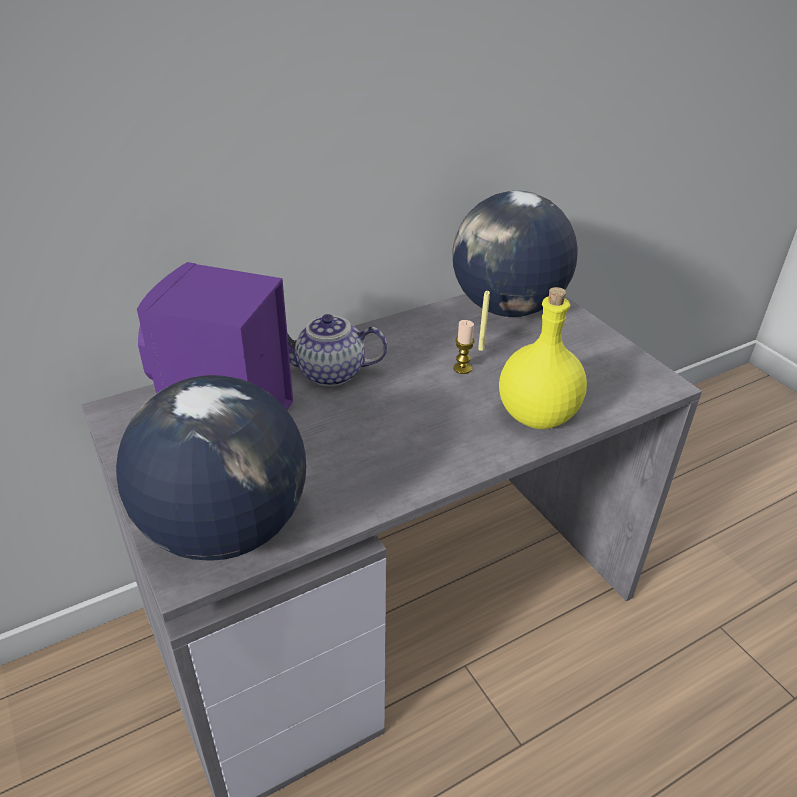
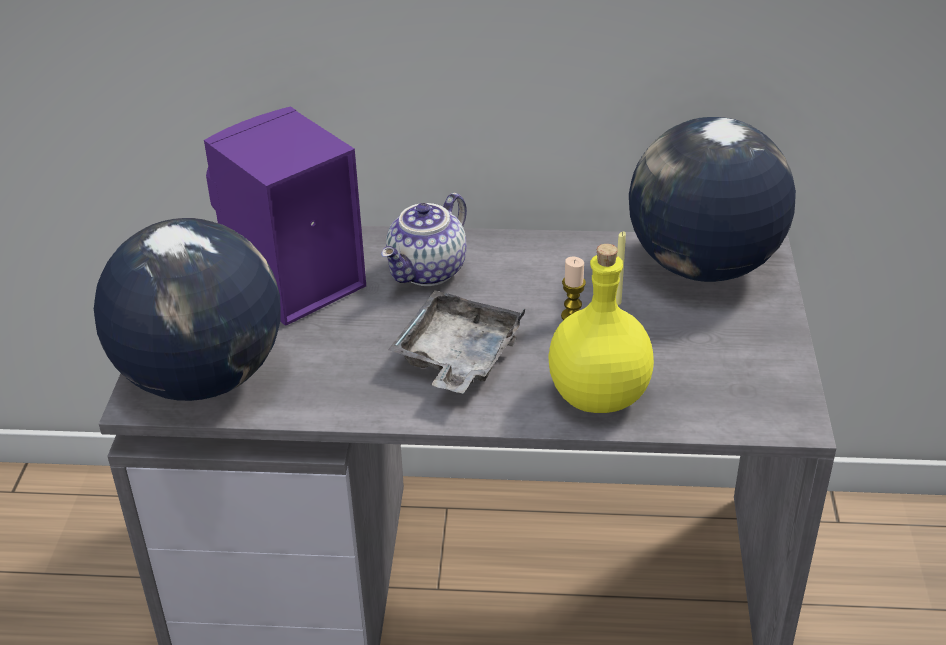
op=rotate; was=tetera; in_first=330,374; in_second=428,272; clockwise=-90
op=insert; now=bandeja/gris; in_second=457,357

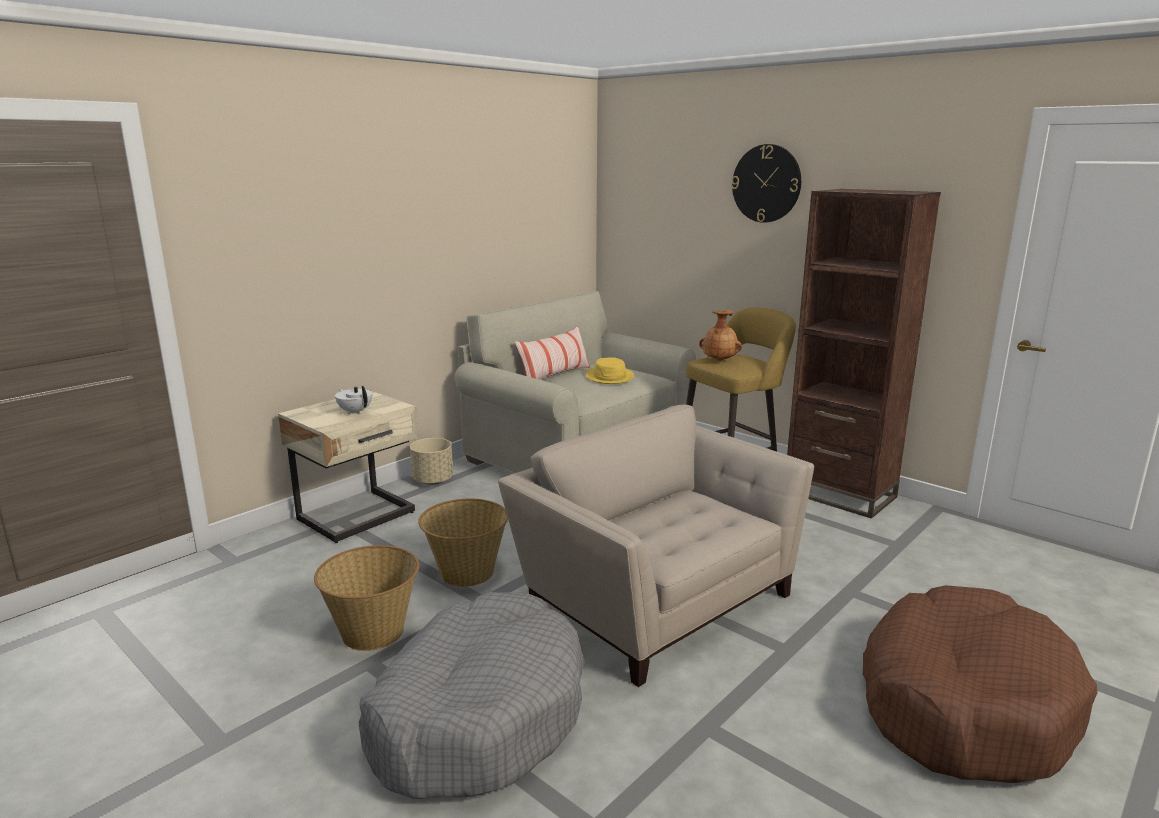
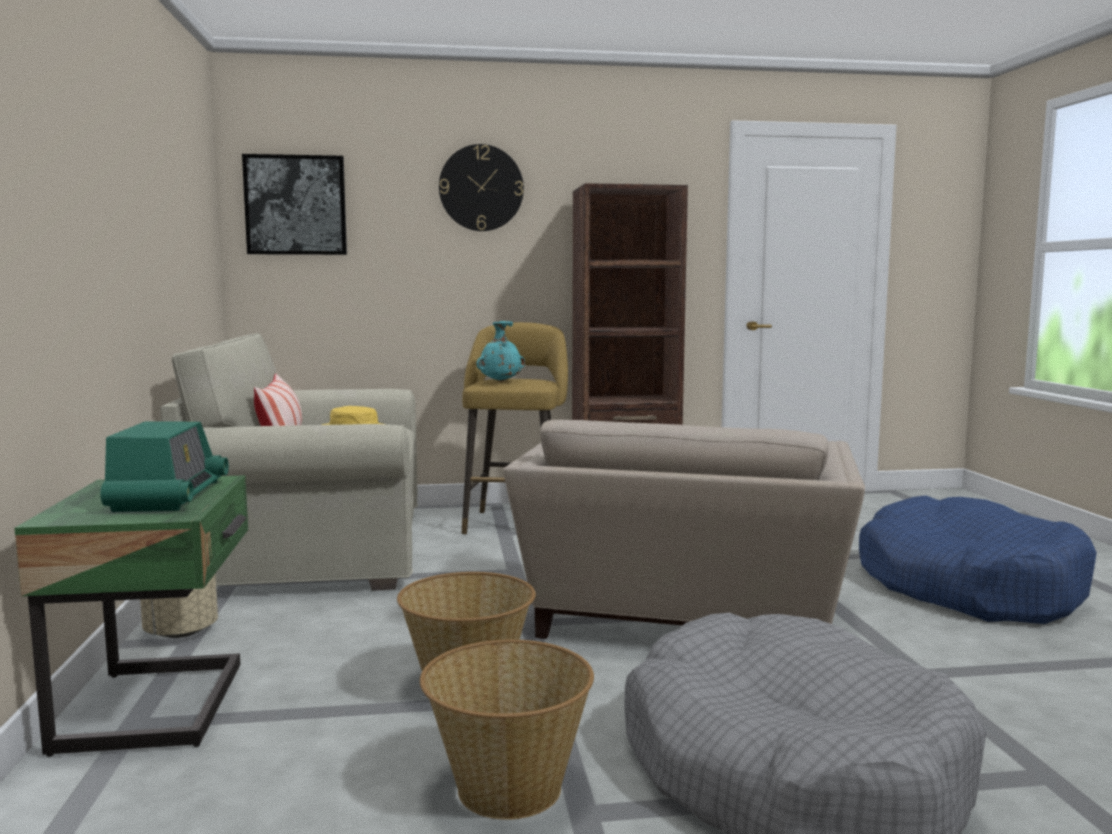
op=recolor; was=florero/marrón; now=florero/turquesa; in_first=719,360; in_second=500,381
op=replace; was=tetera/blanco; now=radio; in_first=355,411; in_second=168,496
op=recolor; was=mesita de noche/beis; now=mesita de noche/verde; in_first=359,517; in_second=159,707
op=rotate; was=sillón/beis; in_first=655,598; in_second=682,620; clockwise=-75
op=recolor; was=cama para perro/marrón; now=cama para perro/azul; in_first=963,704; in_second=968,587
op=insert; now=cuadro; in_second=296,205

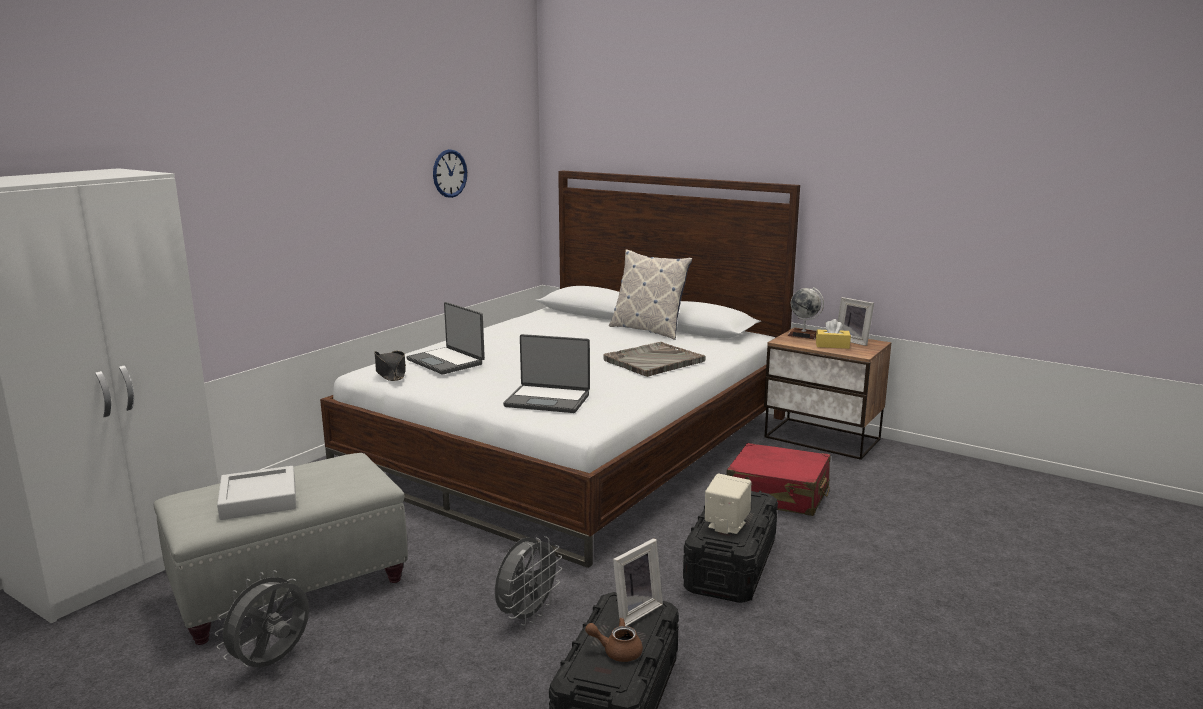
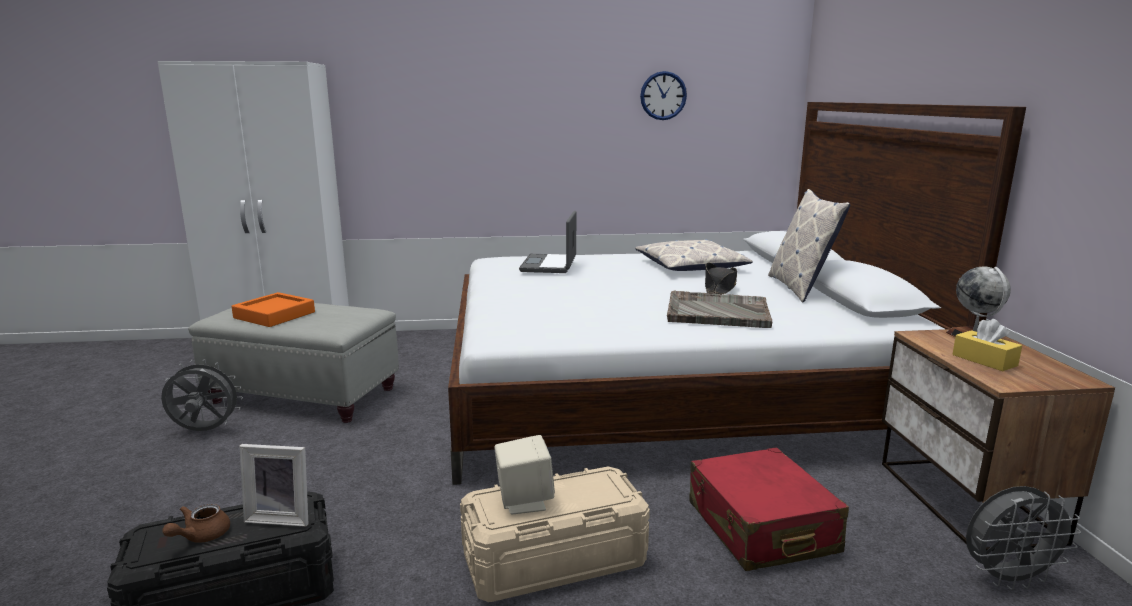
op=delete; was=portarretratos; in_first=853,341
op=delete; was=portátil; in_first=548,400
op=move; was=sombrero/negro; in_first=390,373; in_second=719,288
op=recolor; was=bandeja/gris; now=bandeja/naranja; in_first=259,499; in_second=274,315
op=recolor; was=caja de almacenaje/negro; now=caja de almacenaje/beis; in_first=731,565; in_second=555,560
op=move; was=ventilador/gris; in_first=527,615; in_second=1007,578
op=rotate; was=tetera/marrón; in_first=617,651; in_second=201,536; clockwise=-120
op=insert; now=cojín; in_second=691,266

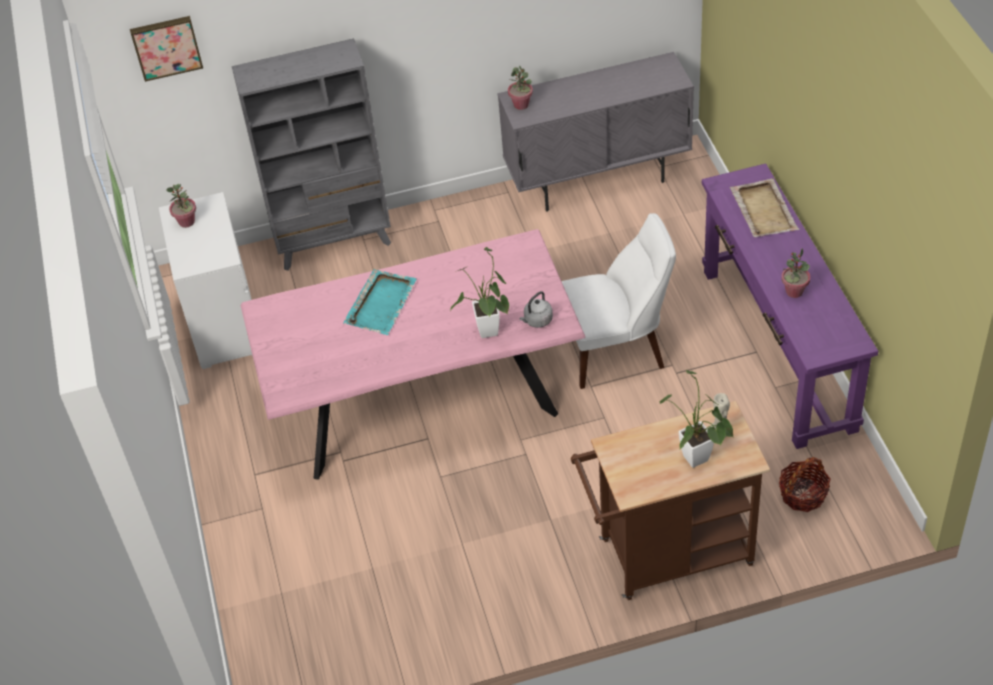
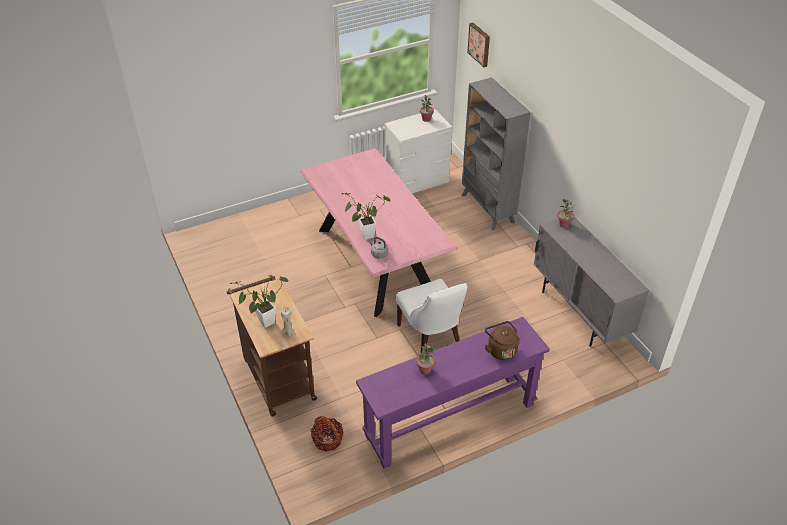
op=replace; was=bandeja/beis; now=hervidor/marrón; in_first=763,210; in_second=500,349
op=delete; was=bandeja/turquesa; in_first=381,303

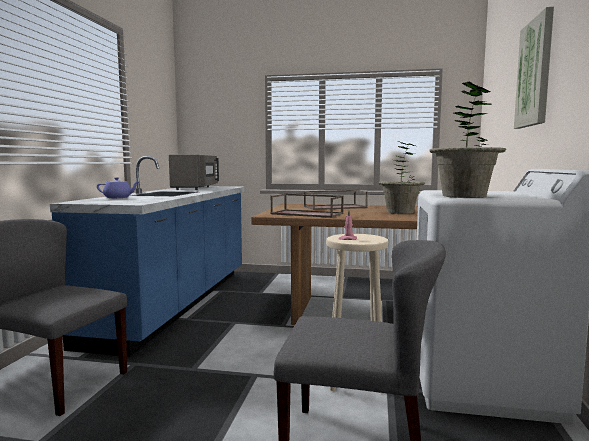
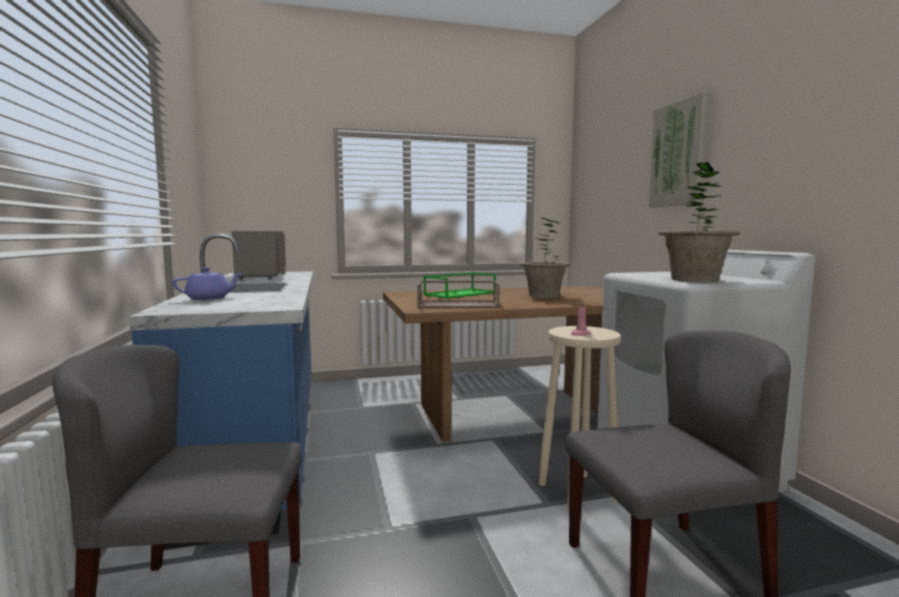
op=recolor; was=bandeja/marrón; now=bandeja/verde; in_first=335,207; in_second=460,293

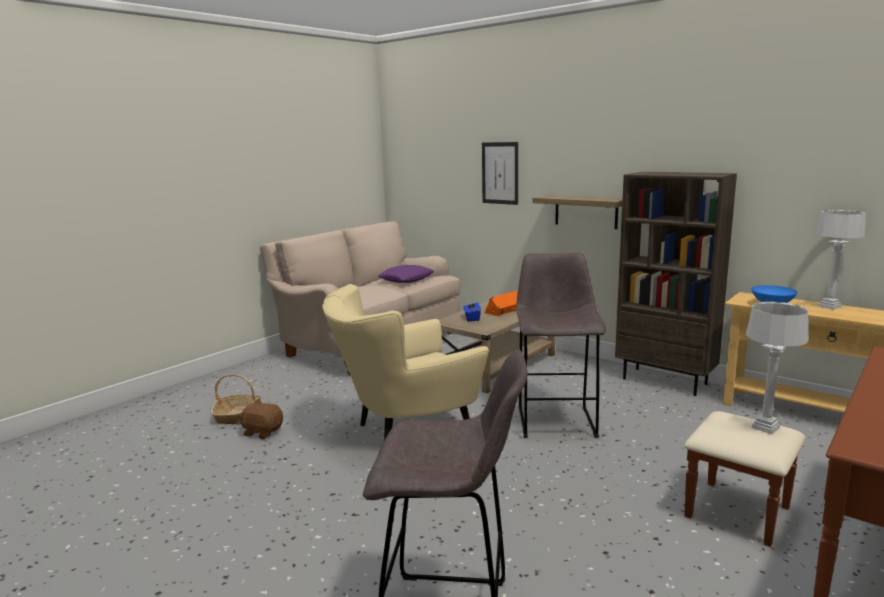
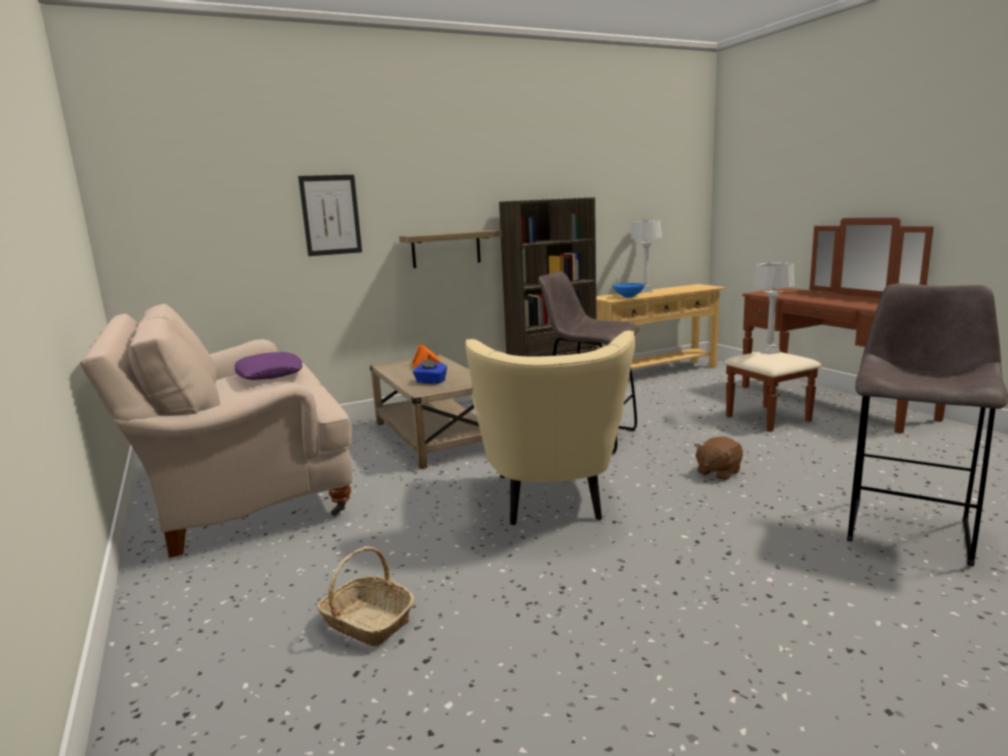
op=move; was=peluche/marrón; in_first=262,432; in_second=718,472

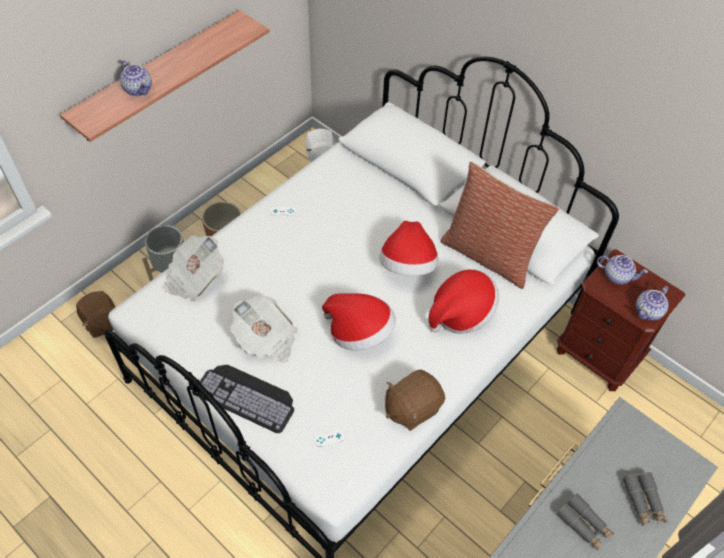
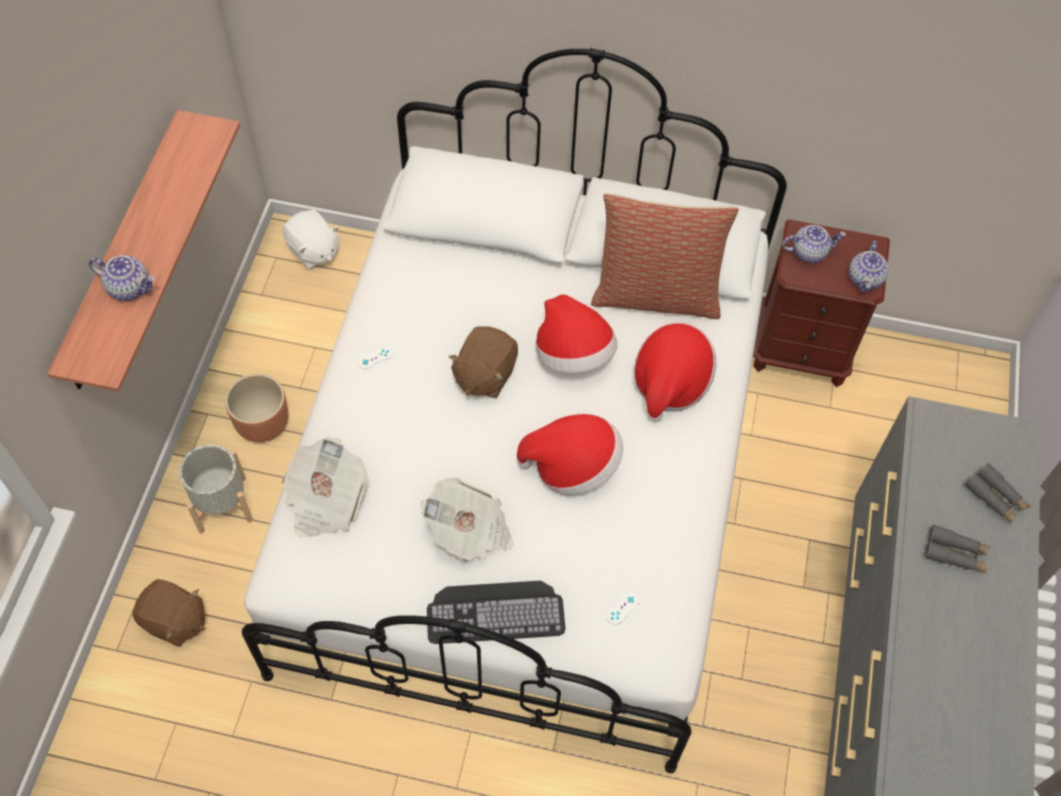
op=move; was=peluche/marrón; in_first=412,408; in_second=484,374

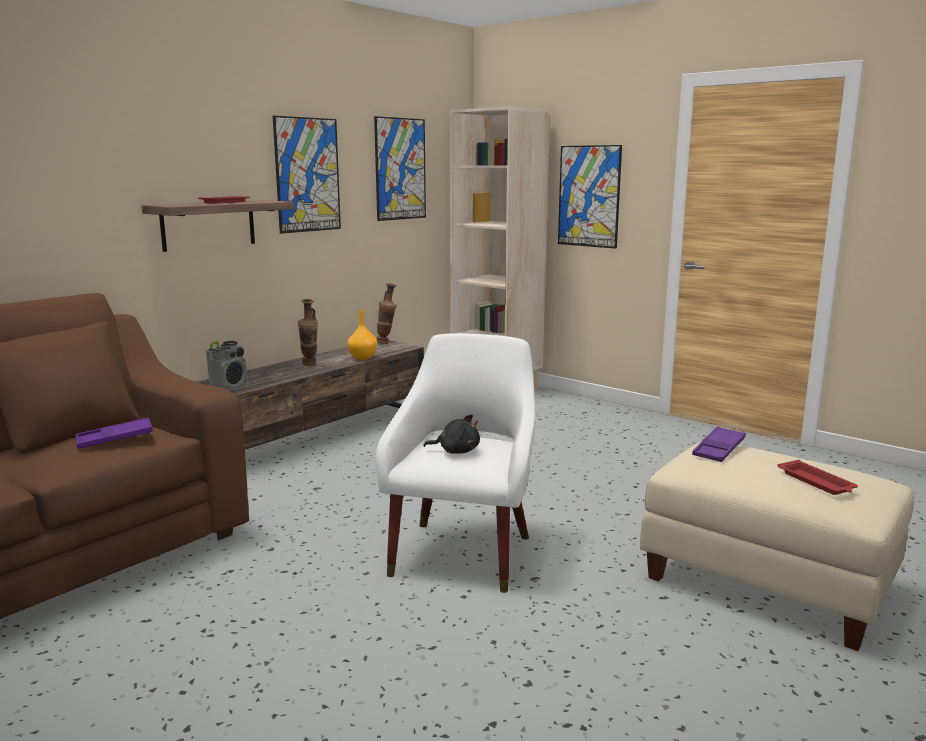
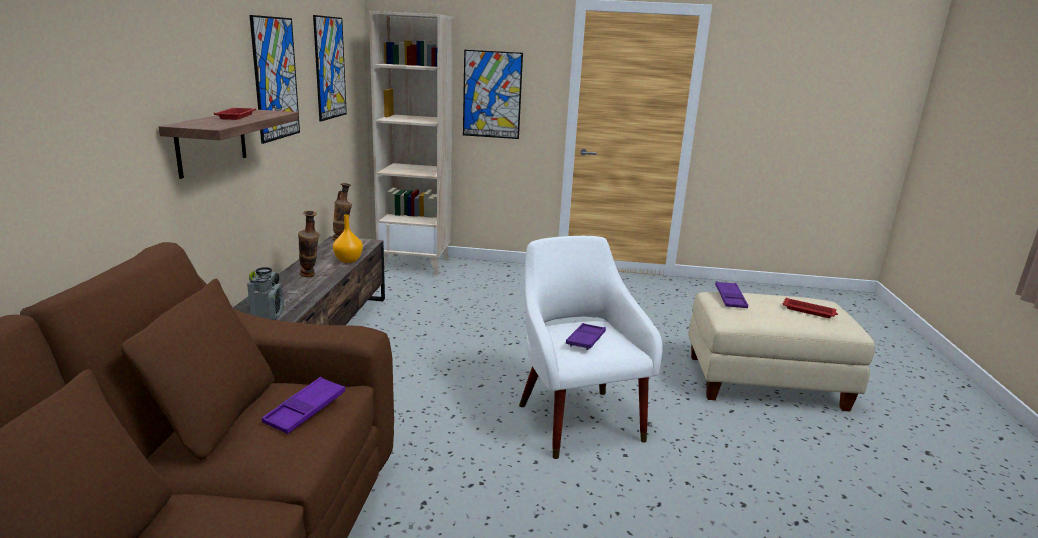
op=replace; was=peluche/negro; now=bandeja/morado; in_first=456,451; in_second=586,340

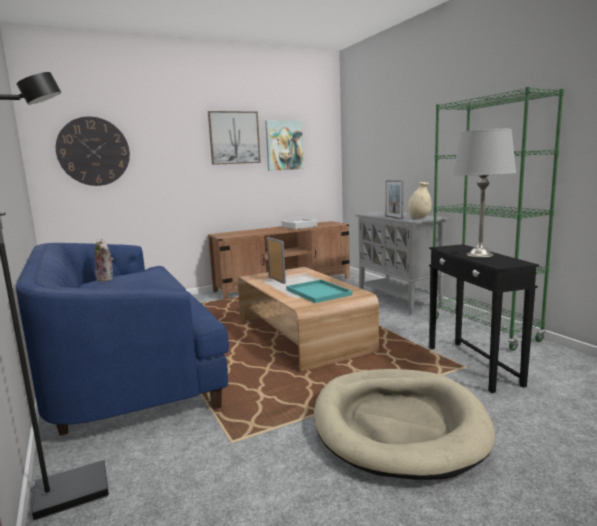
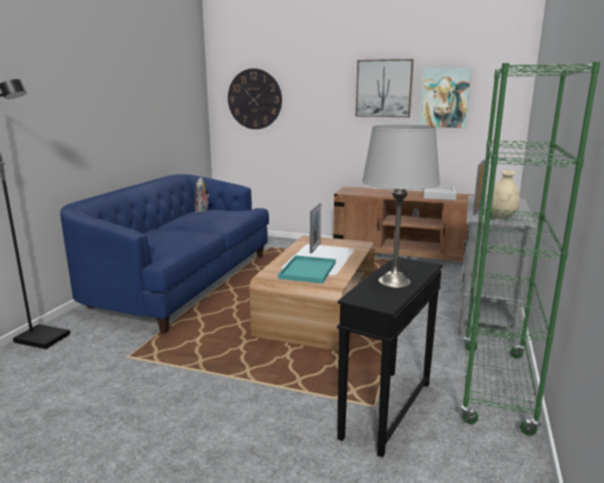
op=delete; was=cama para perro/beis; in_first=398,424

